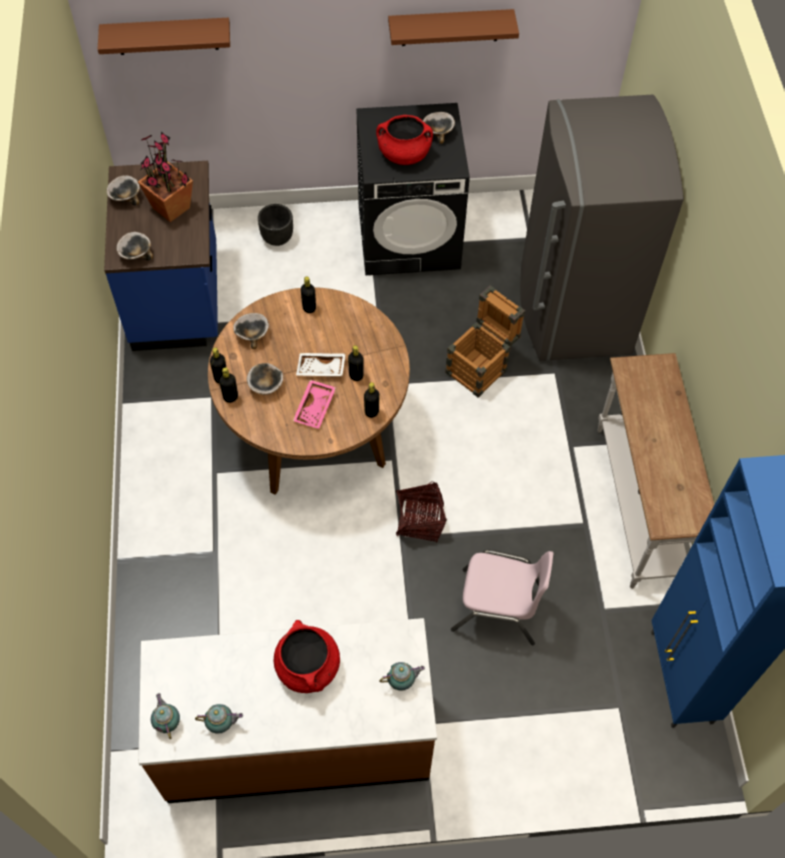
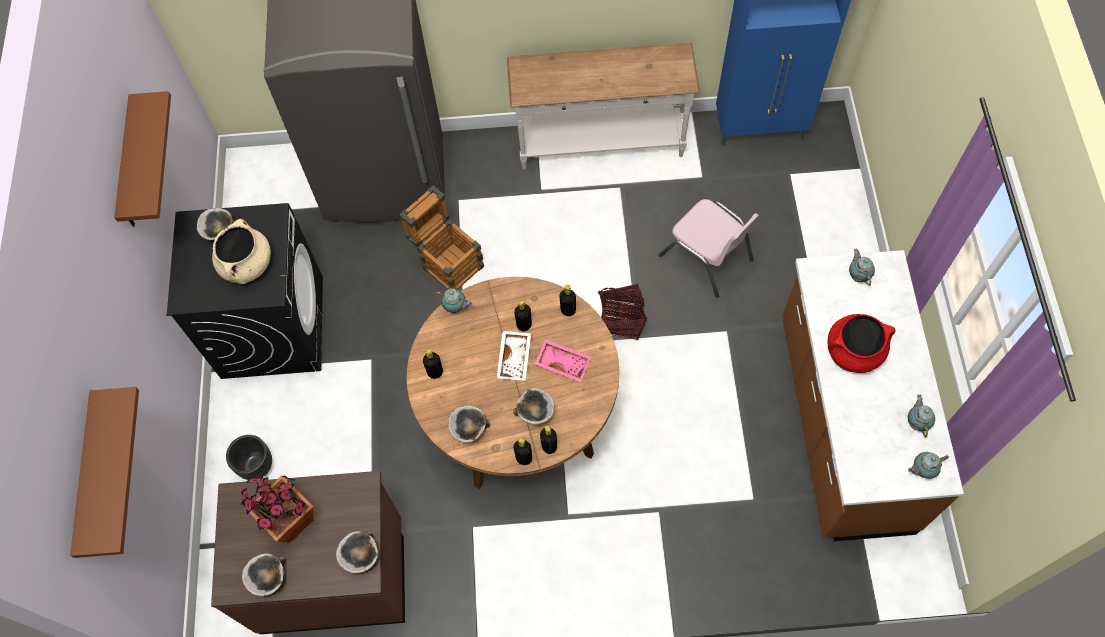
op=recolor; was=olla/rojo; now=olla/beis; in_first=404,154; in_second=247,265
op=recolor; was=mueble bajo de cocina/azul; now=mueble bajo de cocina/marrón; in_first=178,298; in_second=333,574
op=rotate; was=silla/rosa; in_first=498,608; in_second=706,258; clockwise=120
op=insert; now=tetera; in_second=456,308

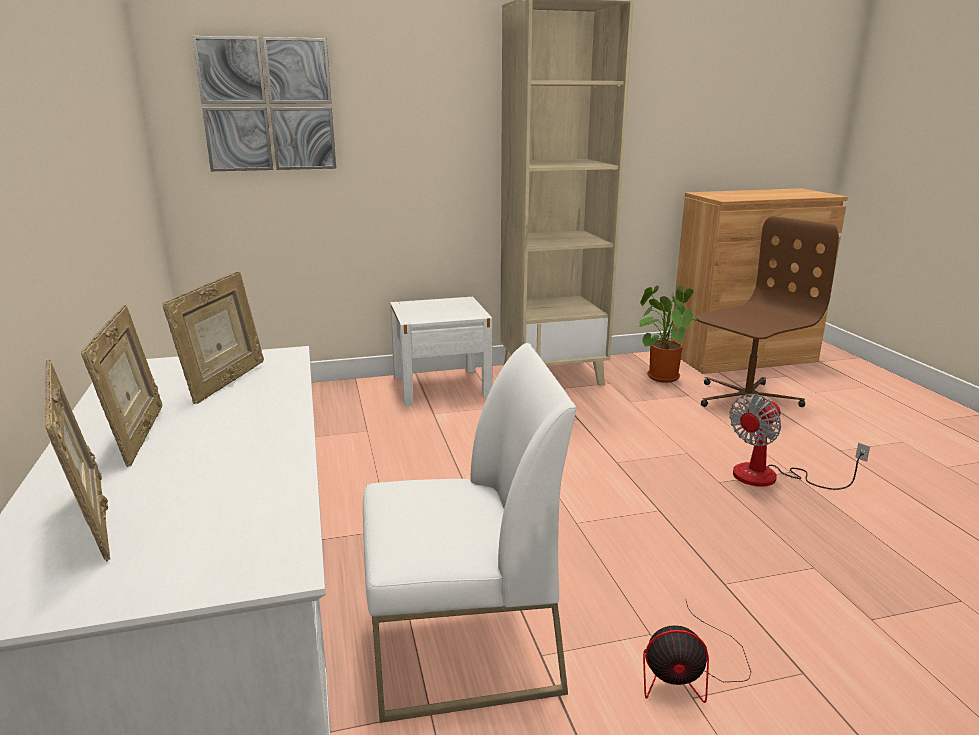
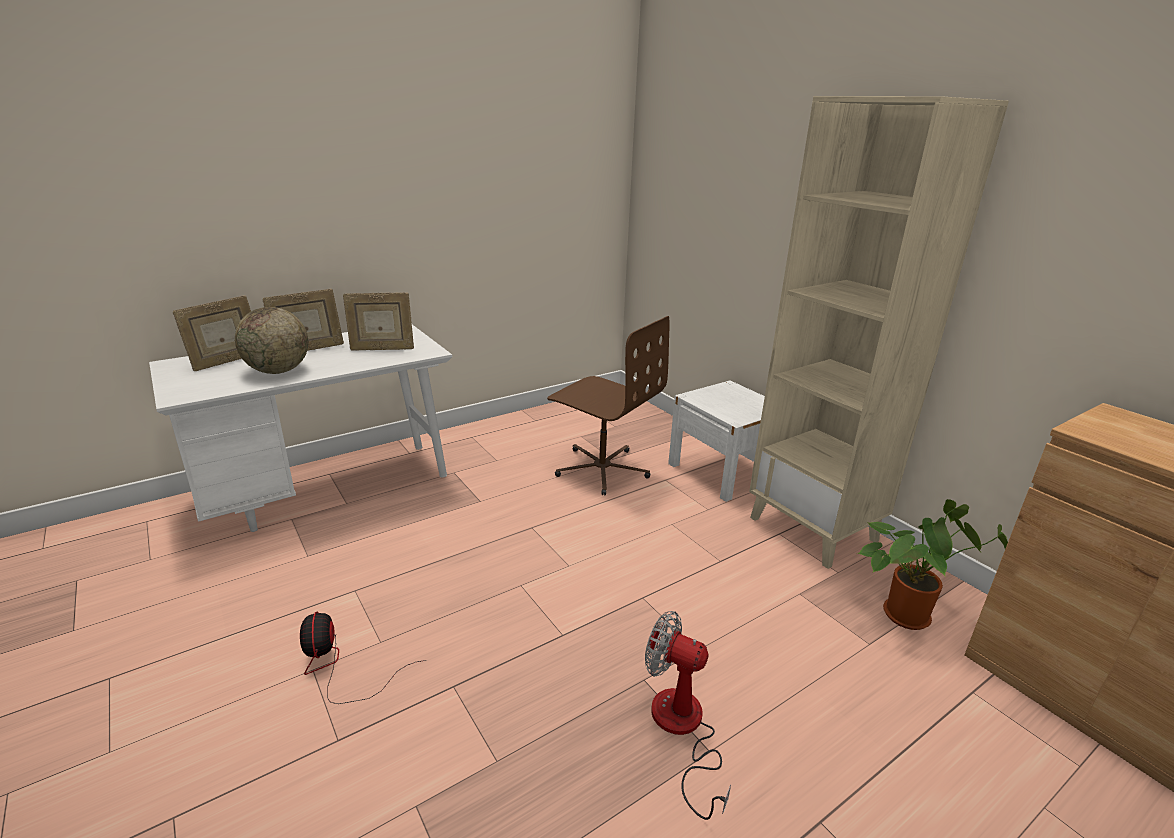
op=delete; was=cuadro; in_first=268,105
op=move; was=silla de oficina/marrón; in_first=746,400; in_second=602,469
op=delete; was=silla/blanco; in_first=461,647
op=insert; now=globo terráqueo; in_second=278,371

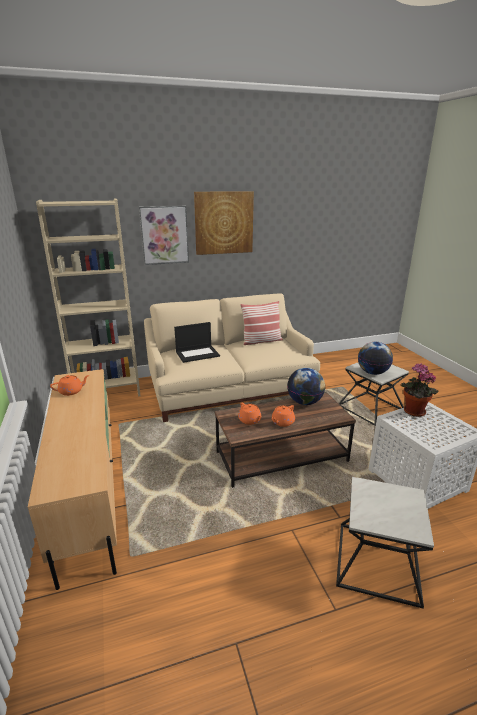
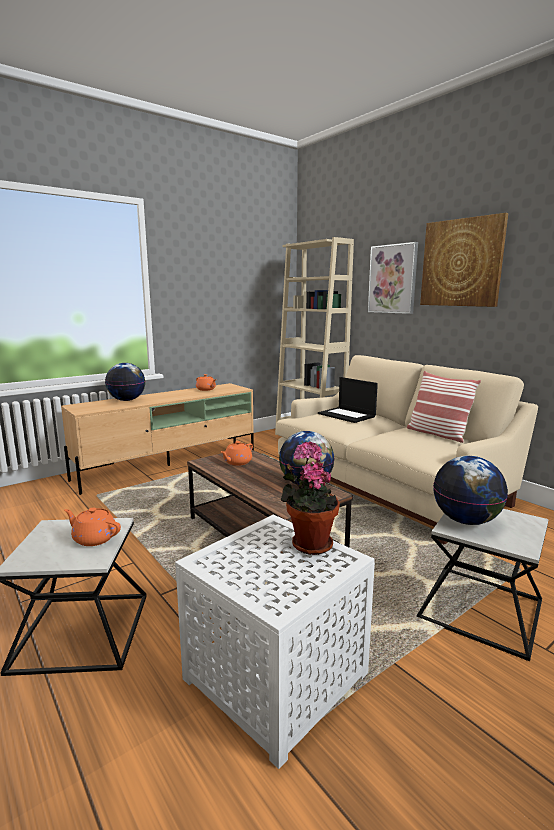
op=move; was=tetera/naranja; in_first=282,422; in_second=94,538
op=insert; now=globo terráqueo; in_second=127,400

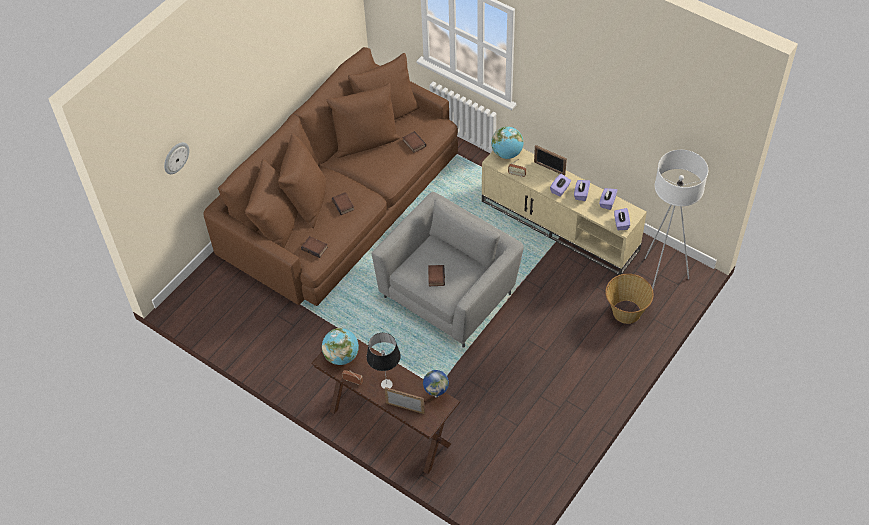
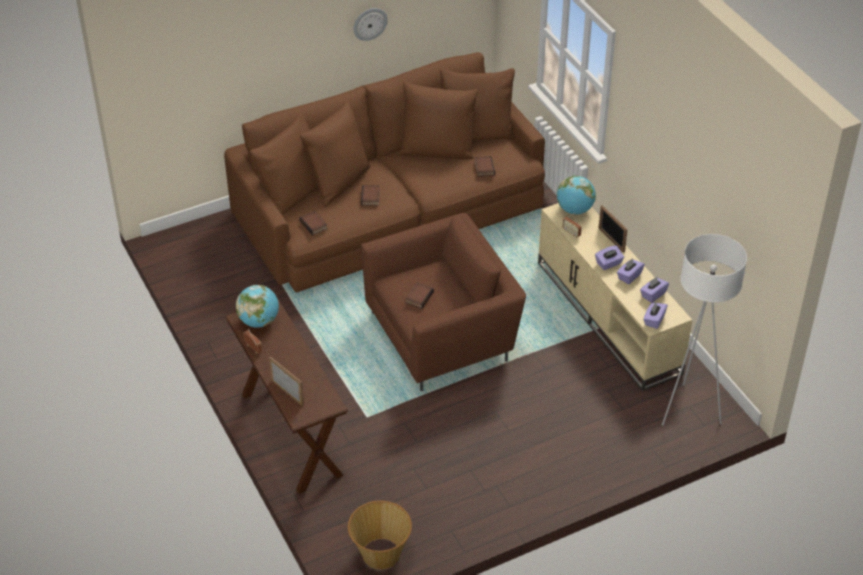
op=move; was=reloj de pared; in_first=175,157; in_second=369,23
op=recolor; was=sillón/gris; now=sillón/marrón; in_first=450,293; in_second=443,335
op=move; was=cesta; in_first=626,311; in_second=380,553
op=delete; was=lámpara de mesa; in_first=386,384
op=delete; was=globo terráqueo; in_first=436,395

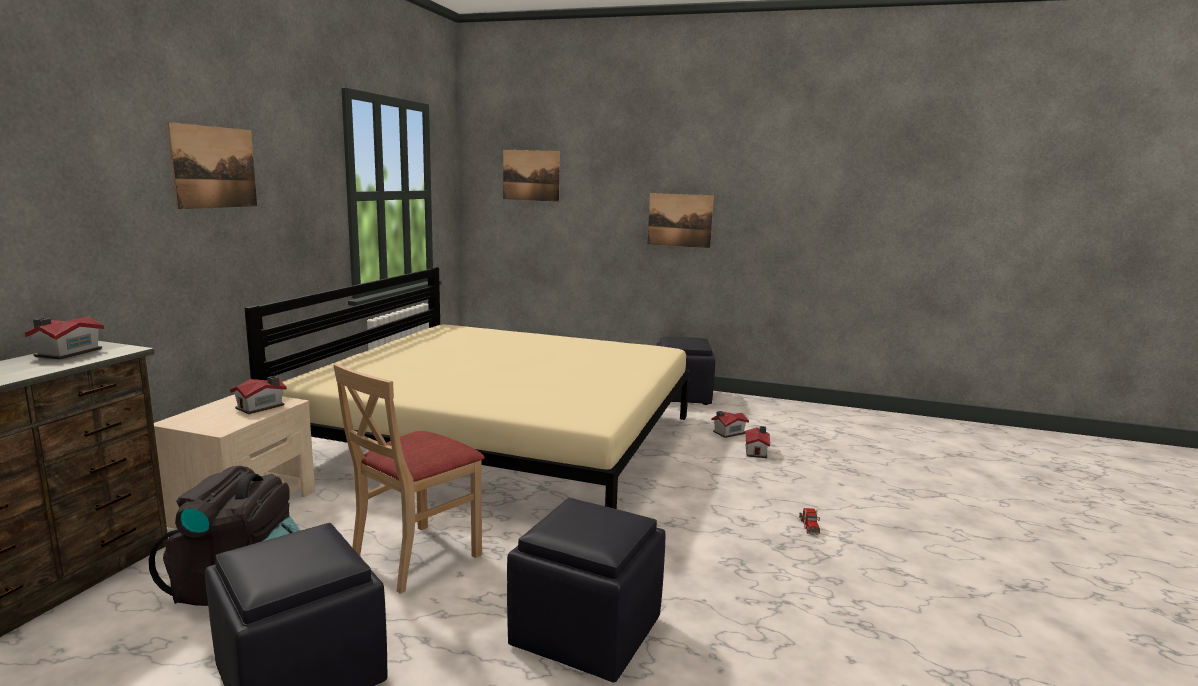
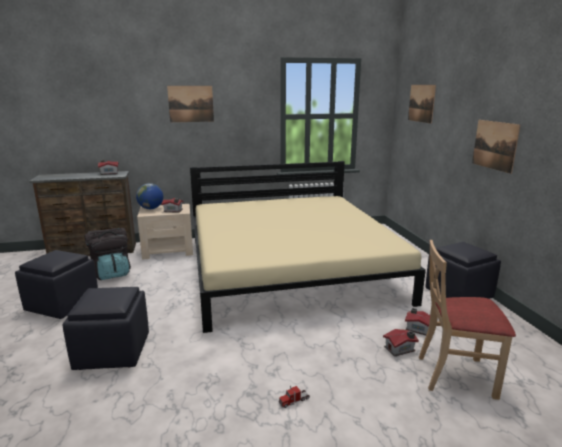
op=move; was=silla/beis; in_first=415,557; in_second=455,375
op=insert; now=globo terráqueo; in_second=151,208

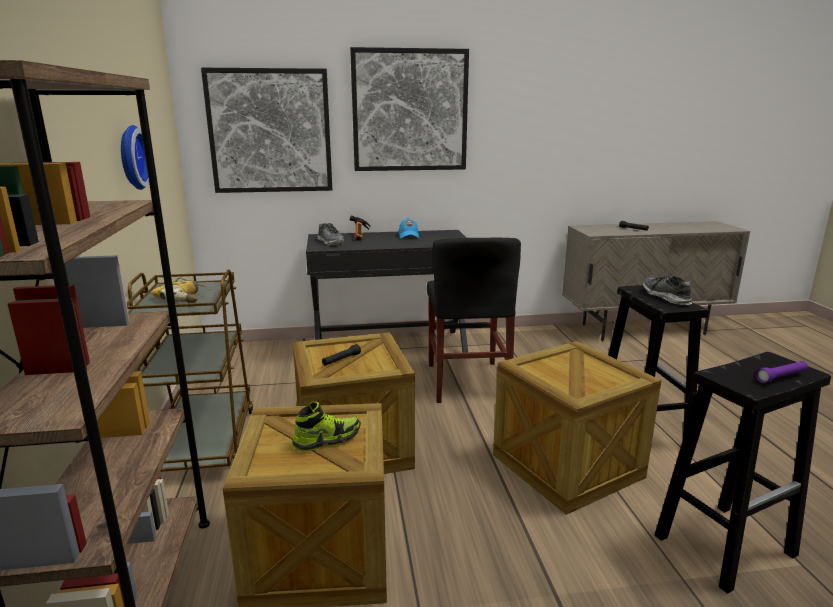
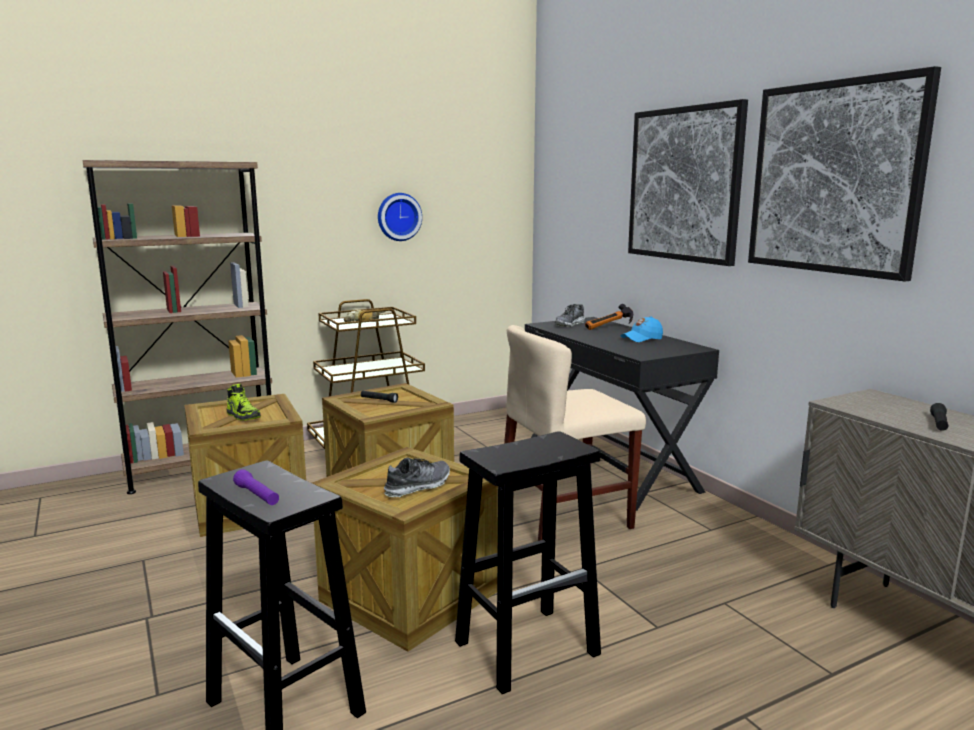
op=move; was=cuadro; in_first=270,131; in_second=834,178
op=recolor; was=silla/negro; now=silla/beis; in_first=467,381; in_second=565,519
op=move; was=zapato; in_first=666,297; in_second=418,486

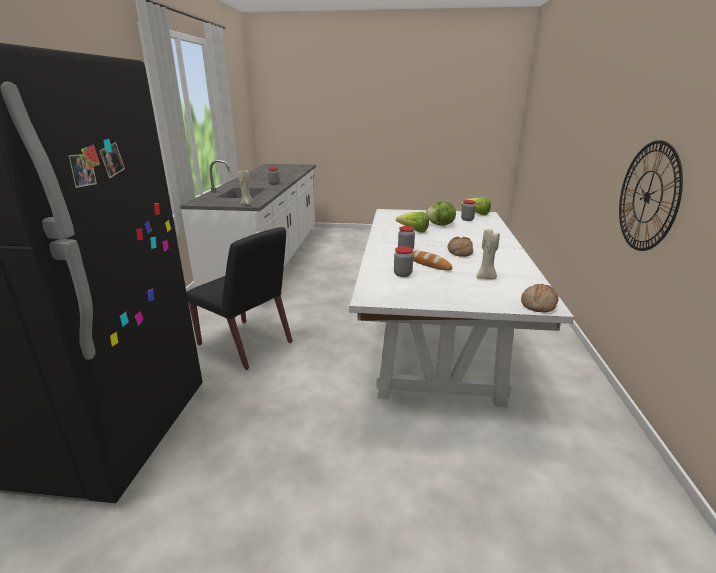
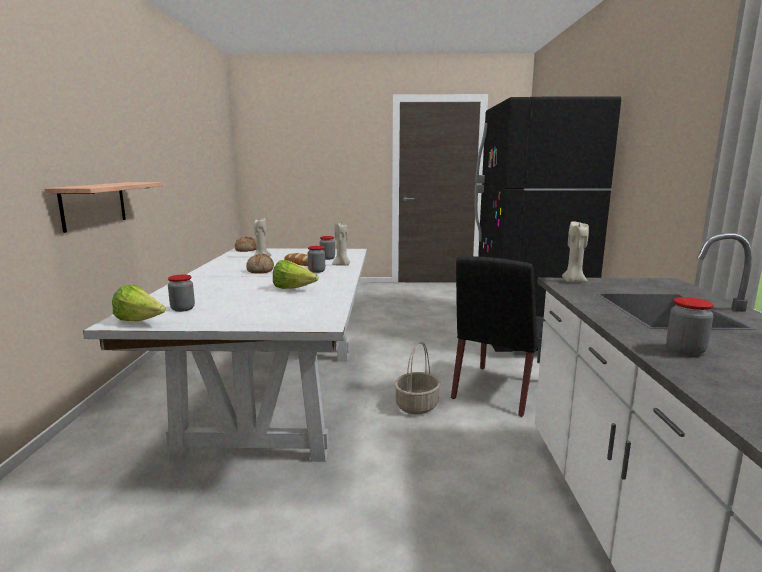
op=replace; was=reloj de pared; now=estante; in_first=647,197; in_second=94,205
op=delete; was=lechuga; in_first=440,225
op=rotate; was=silla/negro; in_first=246,344; in_second=499,390; clockwise=-90
op=insert; now=vela/beis; in_second=342,265
op=insert; now=cesta; in_second=417,406

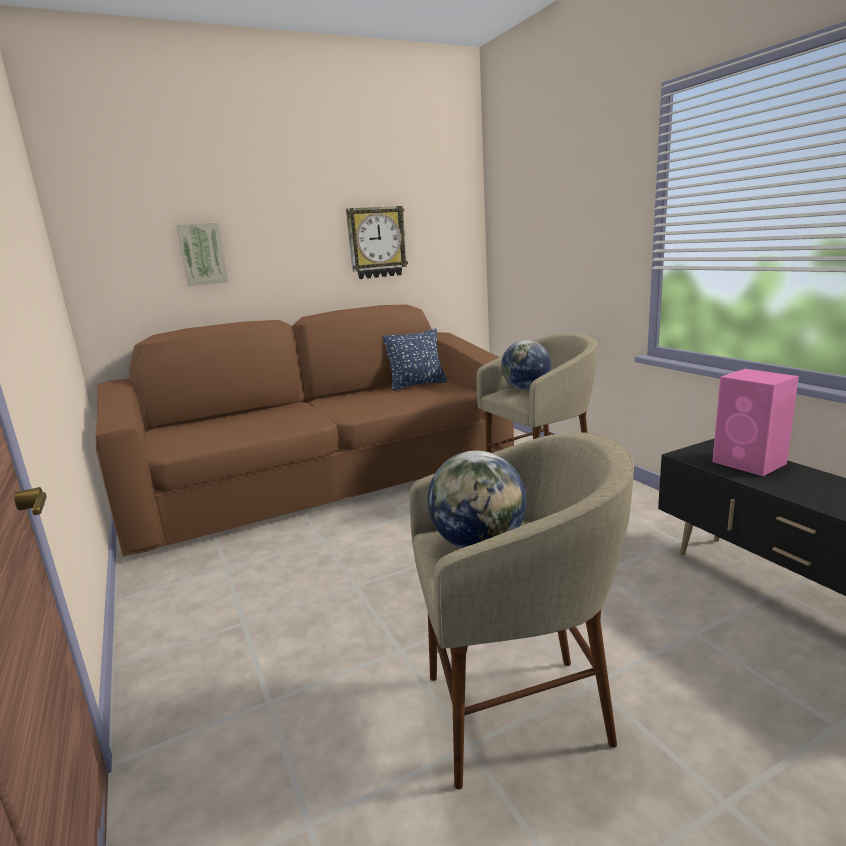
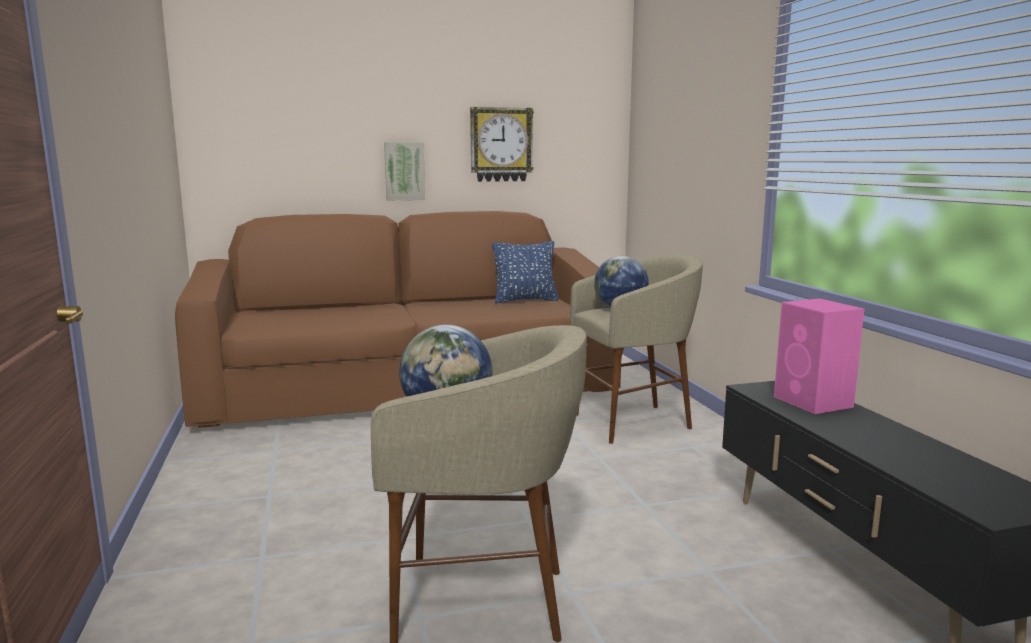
op=move; was=cuadro; in_first=202,254; in_second=404,171

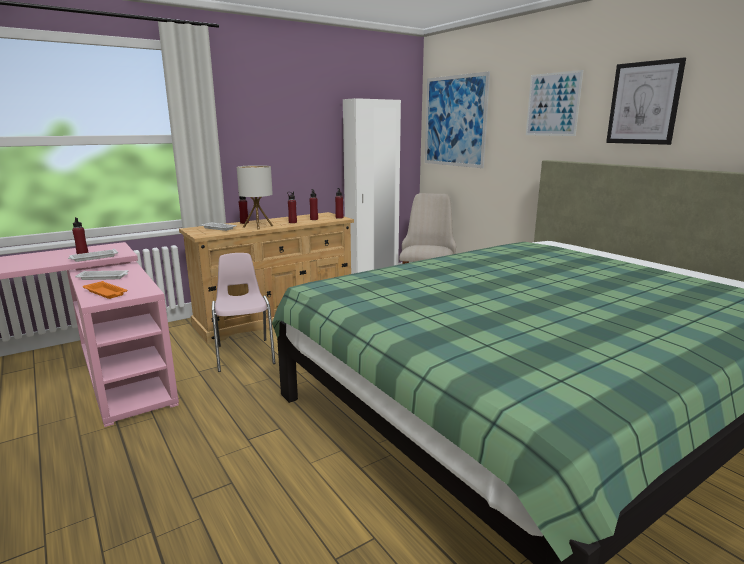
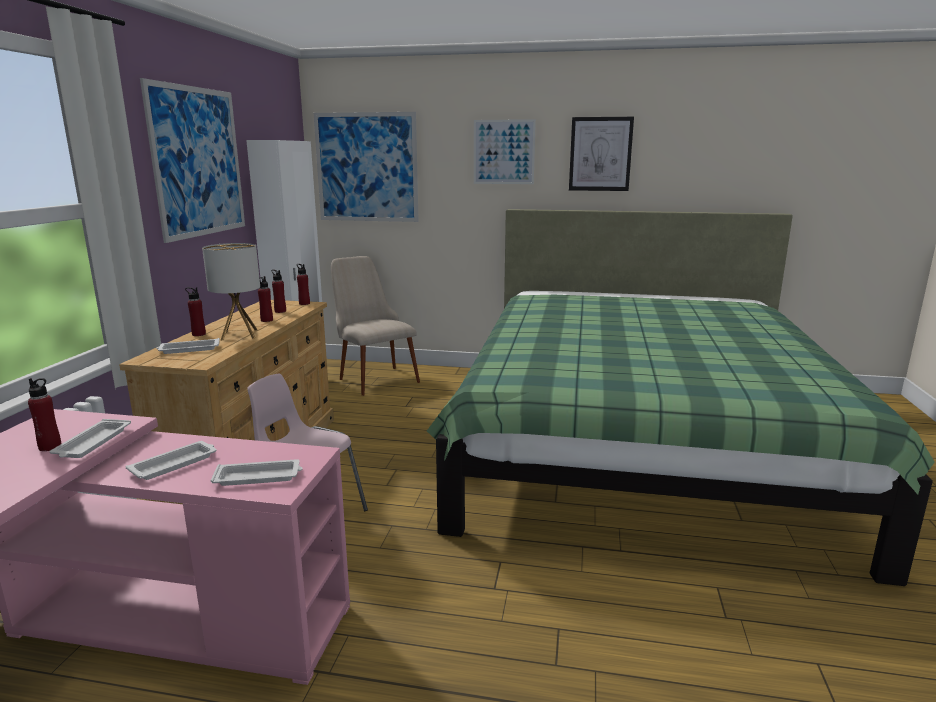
op=recolor; was=bandeja/naranja; now=bandeja/blanco; in_first=106,293; in_second=259,477
op=insert; now=cuadro; in_second=198,162

